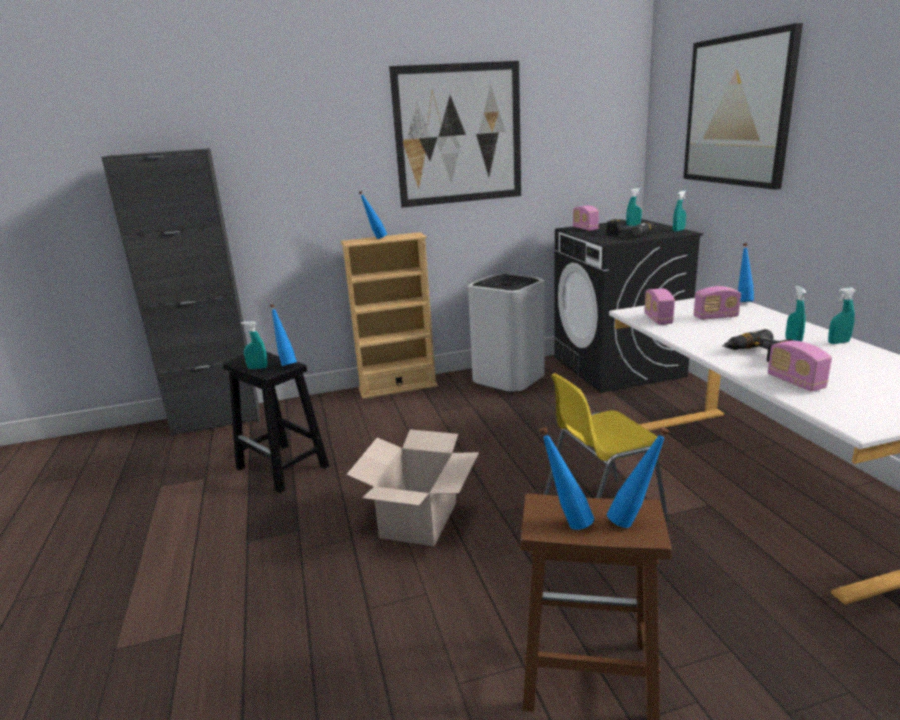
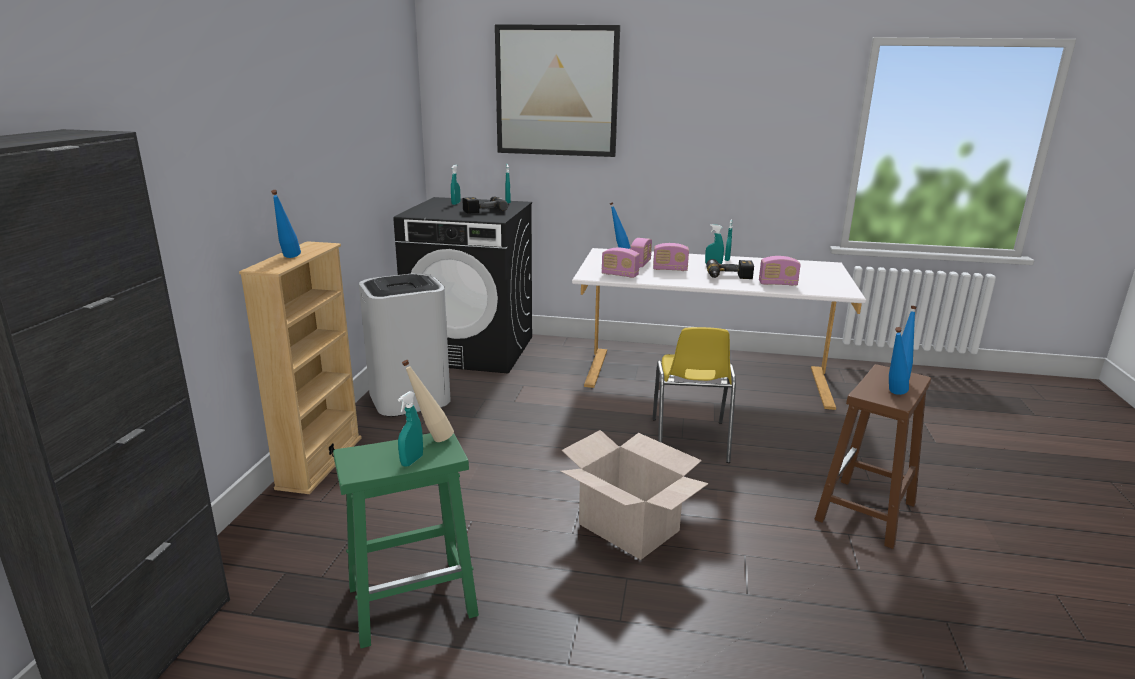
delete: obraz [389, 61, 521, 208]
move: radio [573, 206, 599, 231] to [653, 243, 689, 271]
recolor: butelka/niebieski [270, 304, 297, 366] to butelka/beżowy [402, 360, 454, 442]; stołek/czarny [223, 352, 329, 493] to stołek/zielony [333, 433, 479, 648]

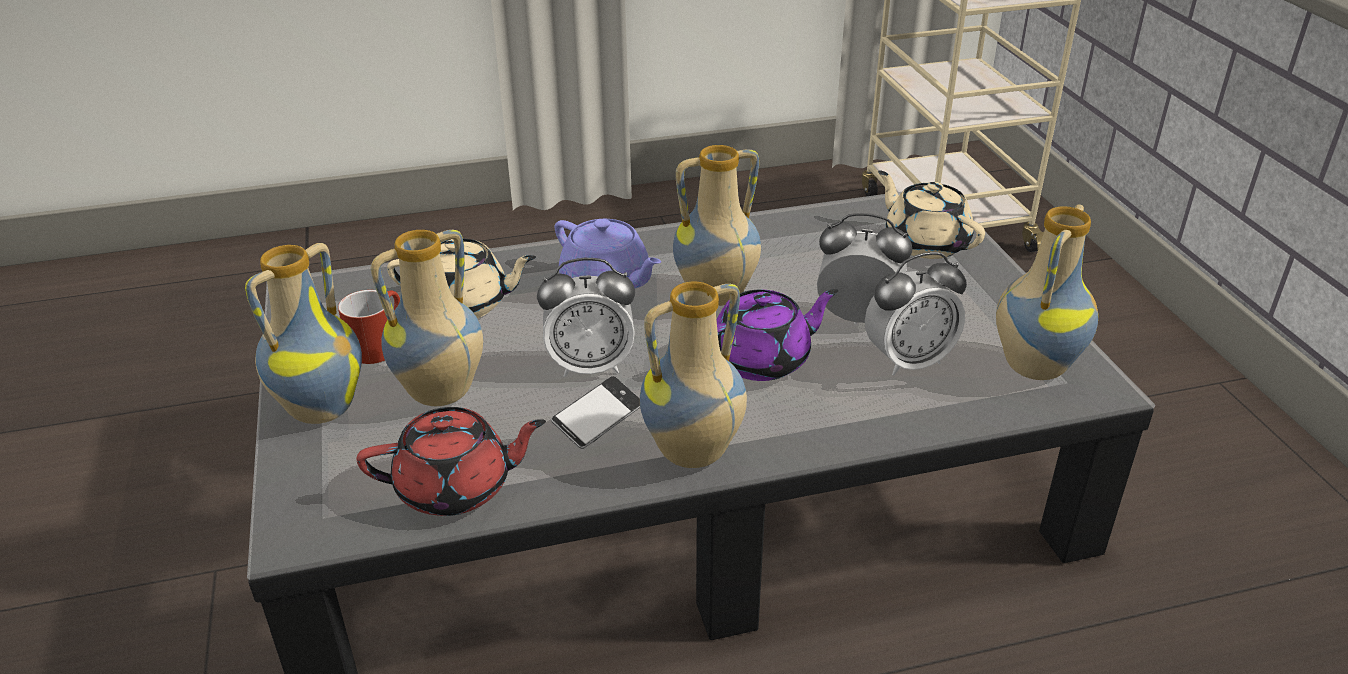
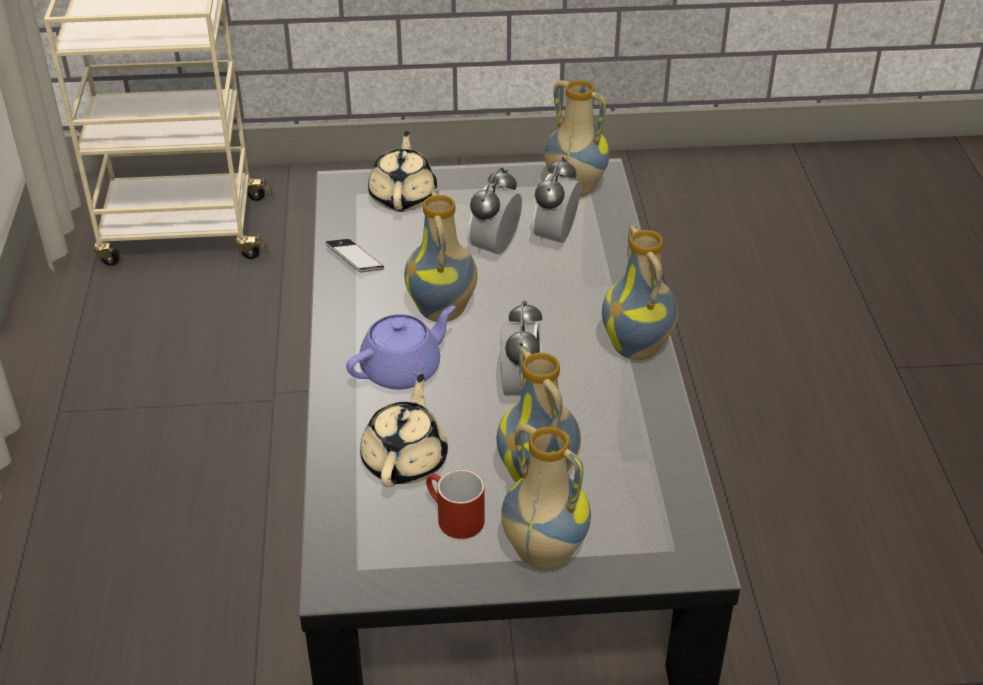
delete: imbryk/fioletowy [716, 289, 839, 381]; imbryk/czerwony [357, 407, 546, 516]
move: telefon [551, 376, 640, 449] to [325, 239, 384, 272]
rotate: imbryk/beżowy [878, 170, 985, 259] = [368, 131, 437, 212] 120 degrees clockwise; budzik [865, 252, 967, 376] = [532, 157, 581, 246] 150 degrees counterclockwise

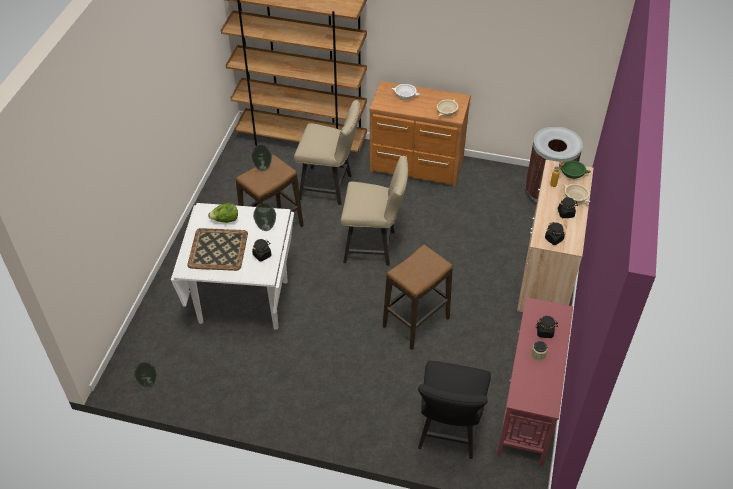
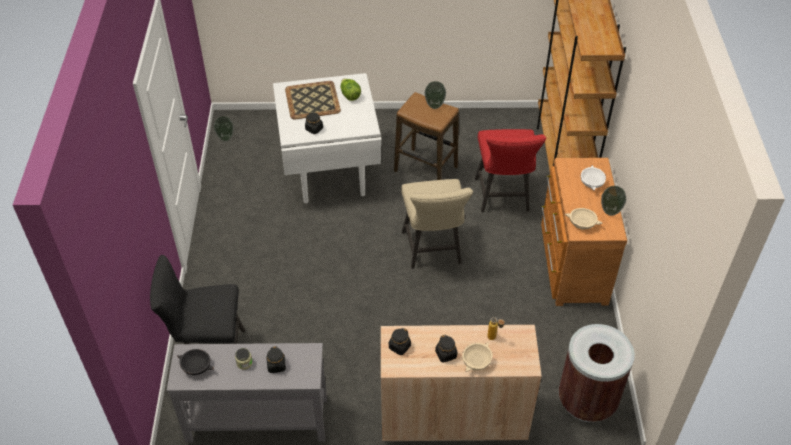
delete: miska/zielony [560, 161, 591, 179]; stołek [383, 245, 453, 350]
insert: miska/czarny [177, 349, 214, 375]
move: wazon [253, 203, 276, 231] to [601, 186, 626, 216]
recolor: krzesło/beżowy [294, 100, 360, 205] to krzesło/czerwony [475, 129, 546, 212]; stolik konsolowy/czerwony [497, 297, 573, 467] to stolik konsolowy/szary [167, 343, 327, 443]

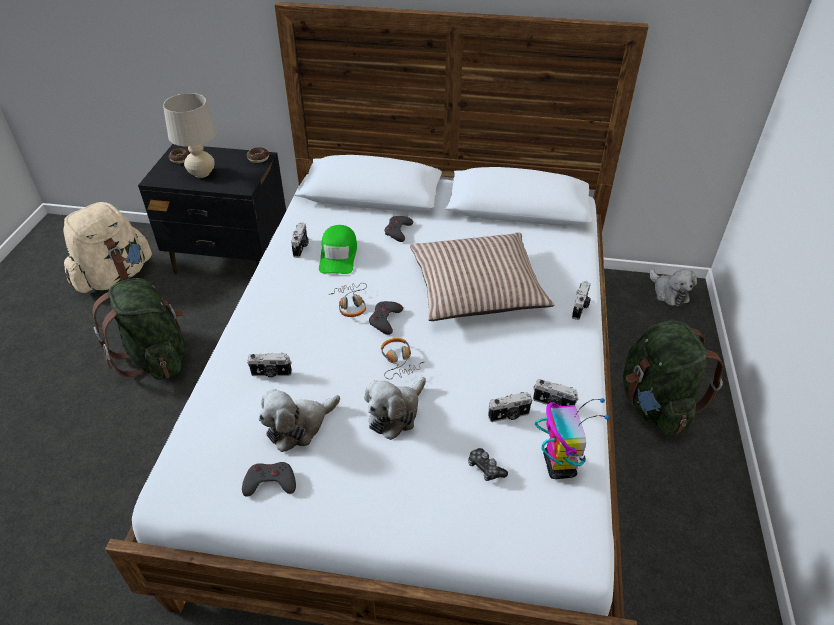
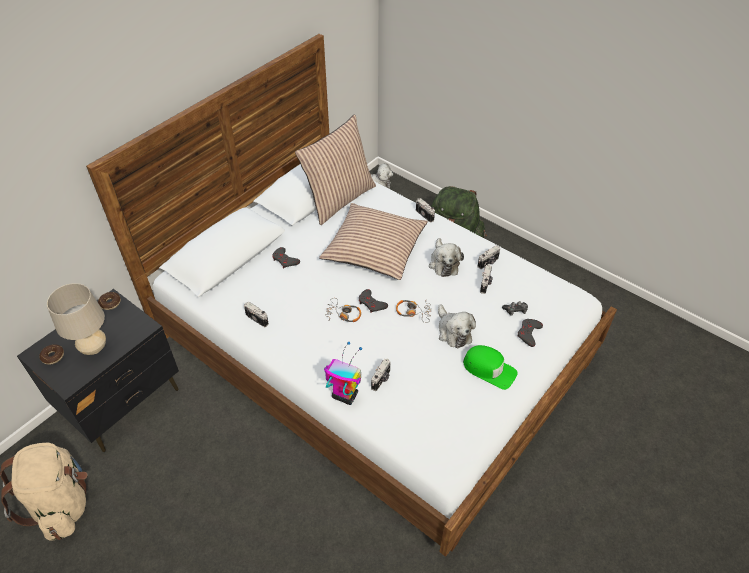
delete: plecak/zielony [93, 278, 185, 380]
insert: poduszka [295, 114, 376, 225]
move: czapka z daszkiem/zielony [319, 225, 357, 274] to [463, 345, 518, 390]; pluszak [258, 389, 340, 452] to [429, 238, 464, 277]; robot zabawkowy [535, 398, 610, 479] to [324, 342, 362, 405]; pad do gier/szary [242, 462, 296, 497] to [517, 319, 543, 347]

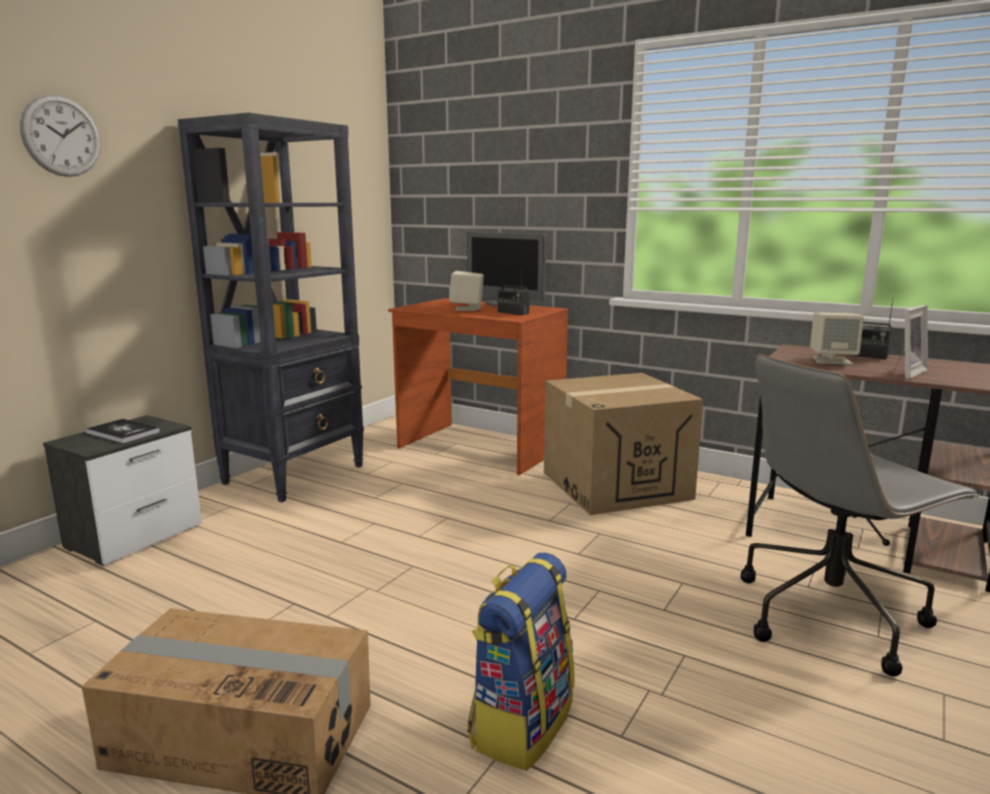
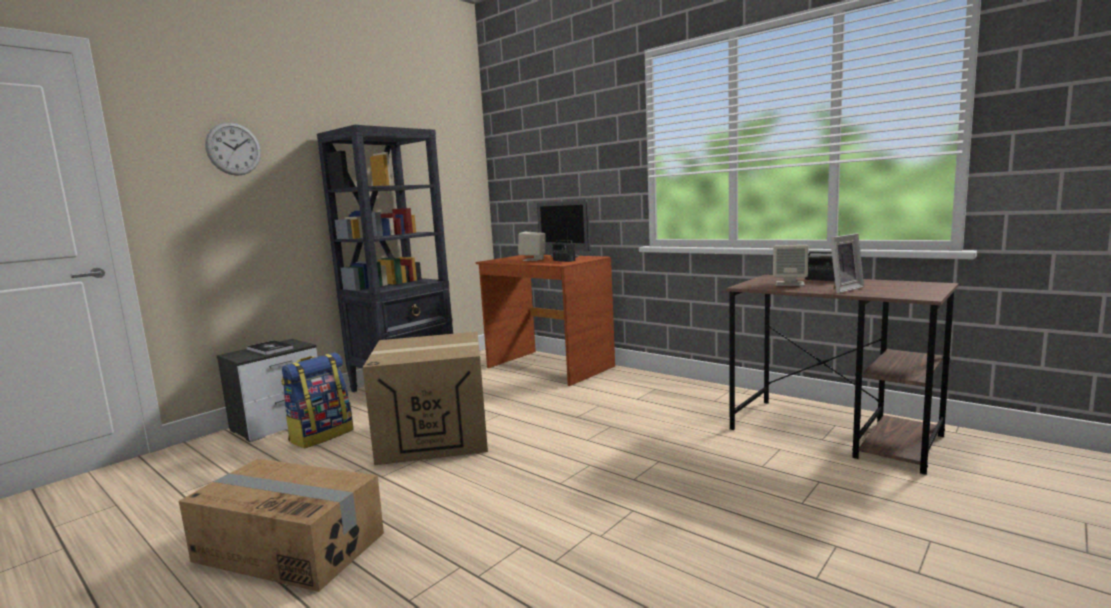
delete: krzesło biurowe/szary [741, 354, 980, 676]
move: karton [544, 373, 703, 515] to [363, 332, 488, 465]; plecak [467, 553, 575, 771] to [281, 353, 353, 448]

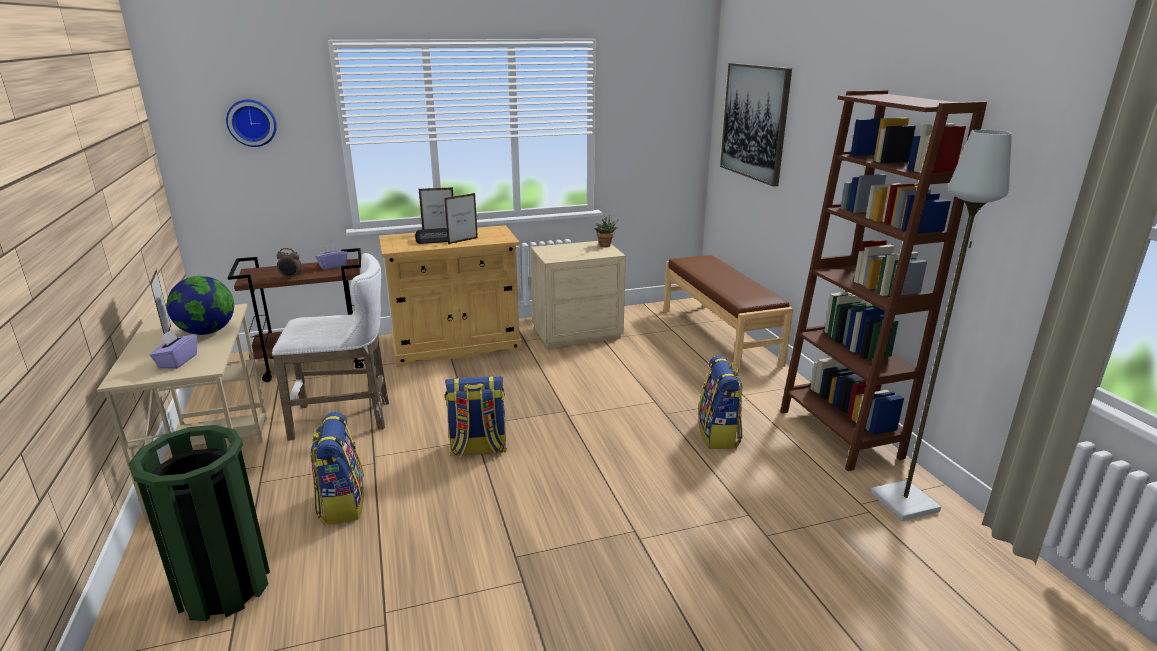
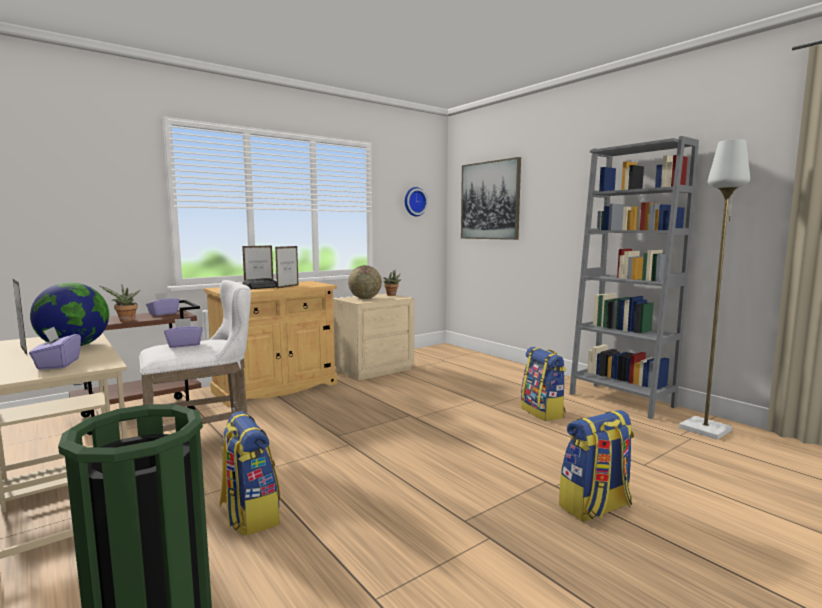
delete: ławka/brązowy [664, 255, 793, 374]
insert: globus [348, 265, 382, 299]; pudełko chusteczek/fioletowy [164, 318, 203, 348]
move: zegar ścienny [226, 100, 277, 147] to [405, 187, 428, 216]; plecak [445, 376, 507, 456] to [559, 410, 634, 522]
replace: budzik [277, 248, 302, 279] to roślina doniczkowa [100, 284, 140, 322]
recolor: regał/brązowy [780, 90, 987, 471] to regał/szary [569, 136, 699, 419]

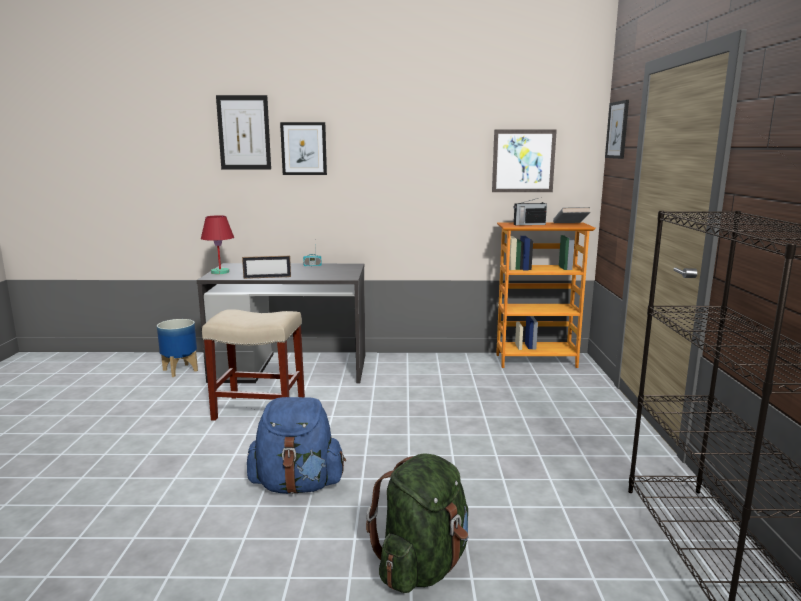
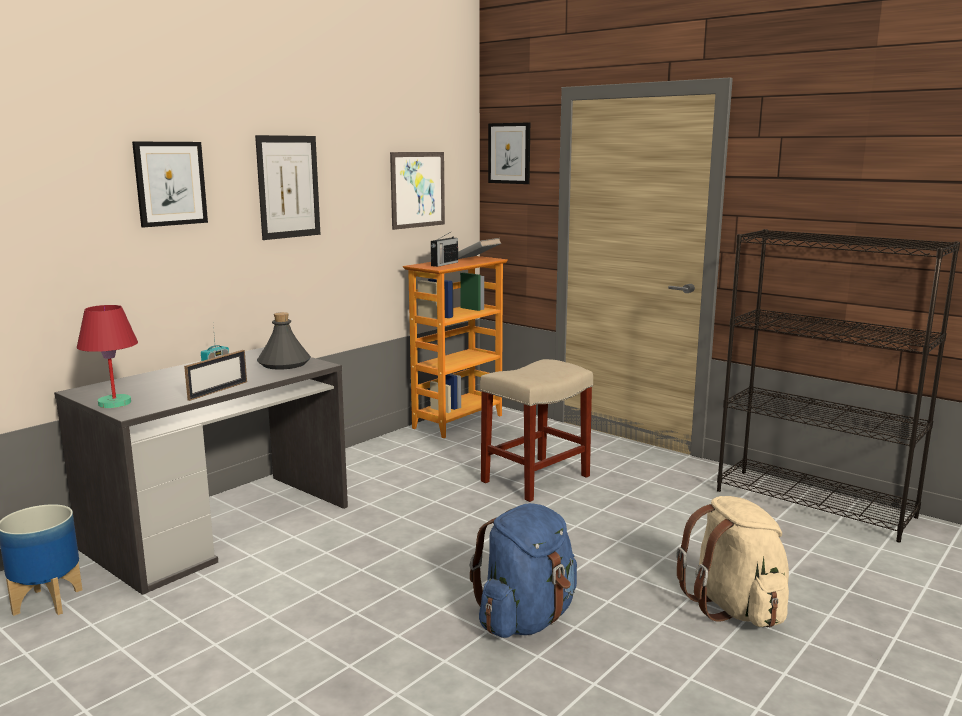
insert: butelka/szary [257, 312, 311, 370]
move: obraz [216, 95, 271, 169] to [255, 135, 320, 240]; stołek/beżowy [202, 309, 305, 421] to [480, 359, 593, 502]
recolor: plecak/zielony [366, 453, 469, 593] to plecak/beżowy [676, 496, 789, 627]

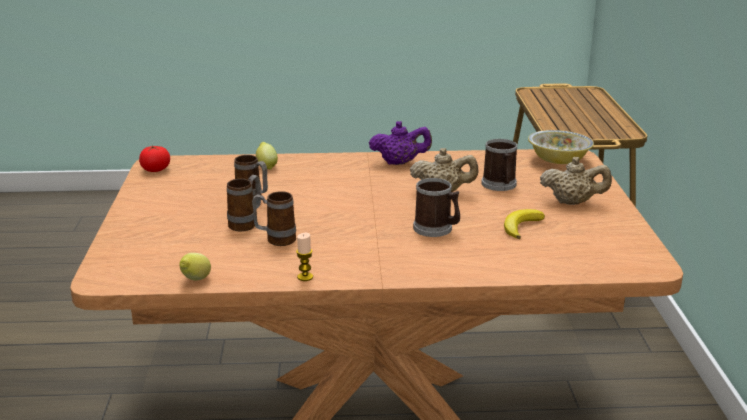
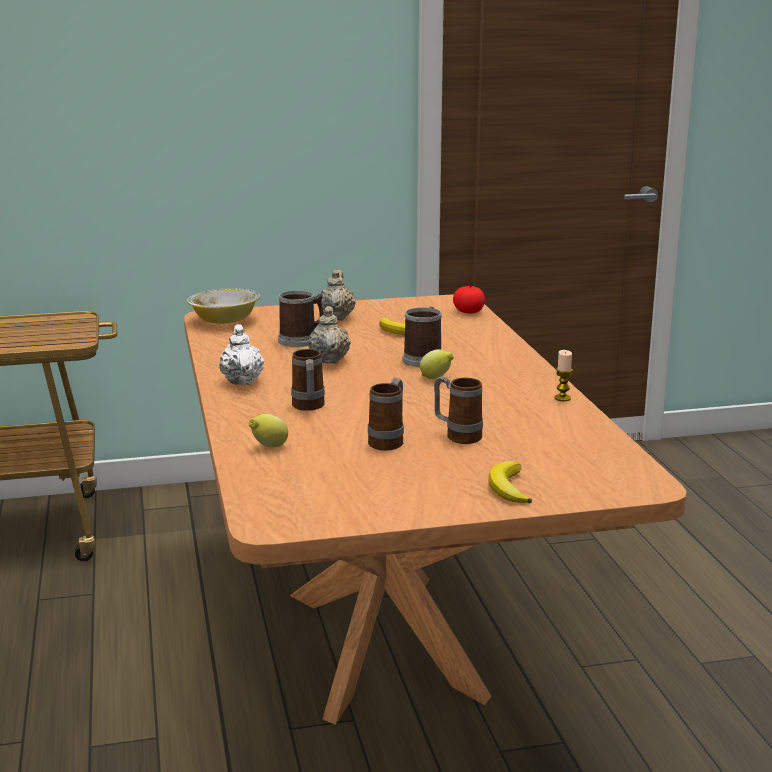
insert: banan [488, 461, 532, 504]
move: pomidor [139, 145, 170, 172] to [453, 286, 485, 314]; kubek [252, 191, 296, 246] to [291, 349, 325, 411]; cytryna [180, 253, 211, 281] to [420, 349, 454, 379]
recolor: imbryk/fioletowy [369, 121, 432, 165] to imbryk/biały [219, 324, 264, 385]

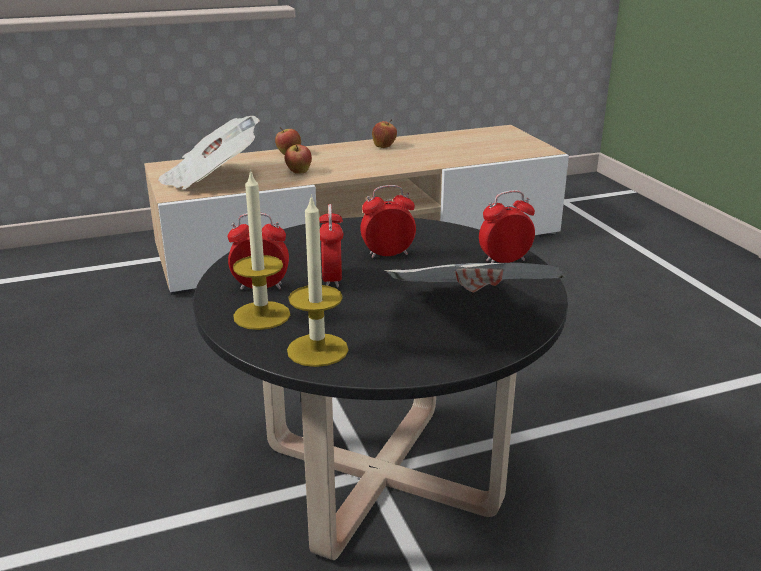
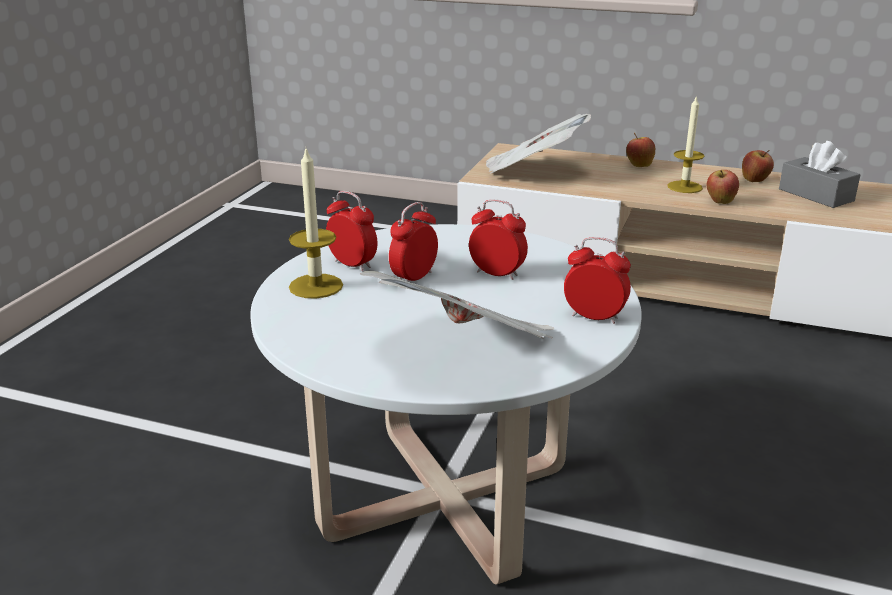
insert: pudełko chusteczek/szary [779, 141, 860, 208]
move: jabłko [285, 144, 312, 174] to [707, 170, 739, 204]; świeca [287, 194, 348, 367] to [667, 95, 704, 193]
recolor: ława/czarny [193, 217, 568, 560] to ława/biały [250, 224, 642, 585]

